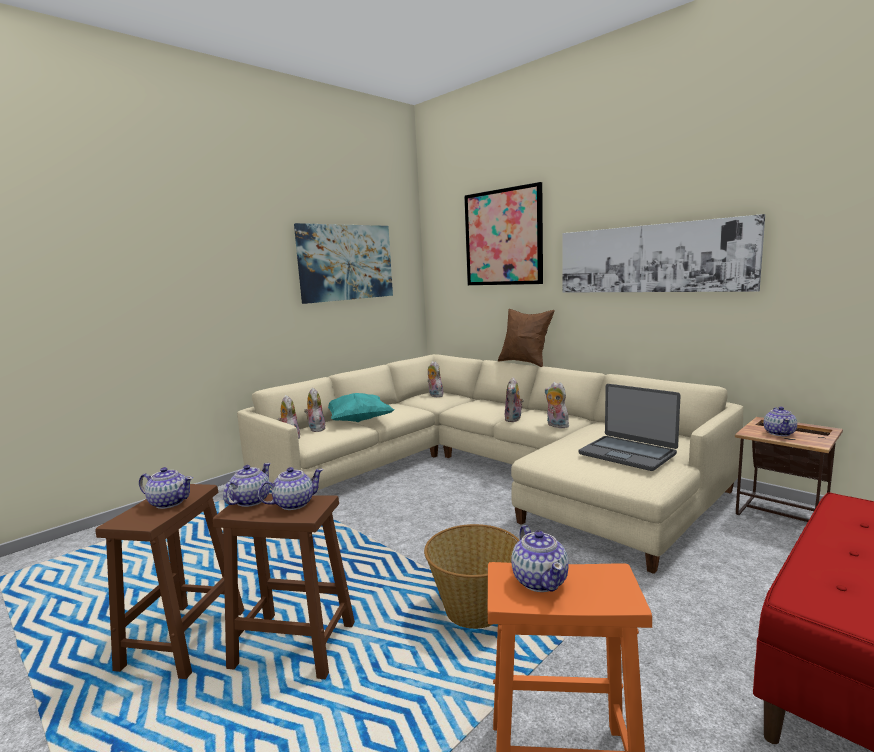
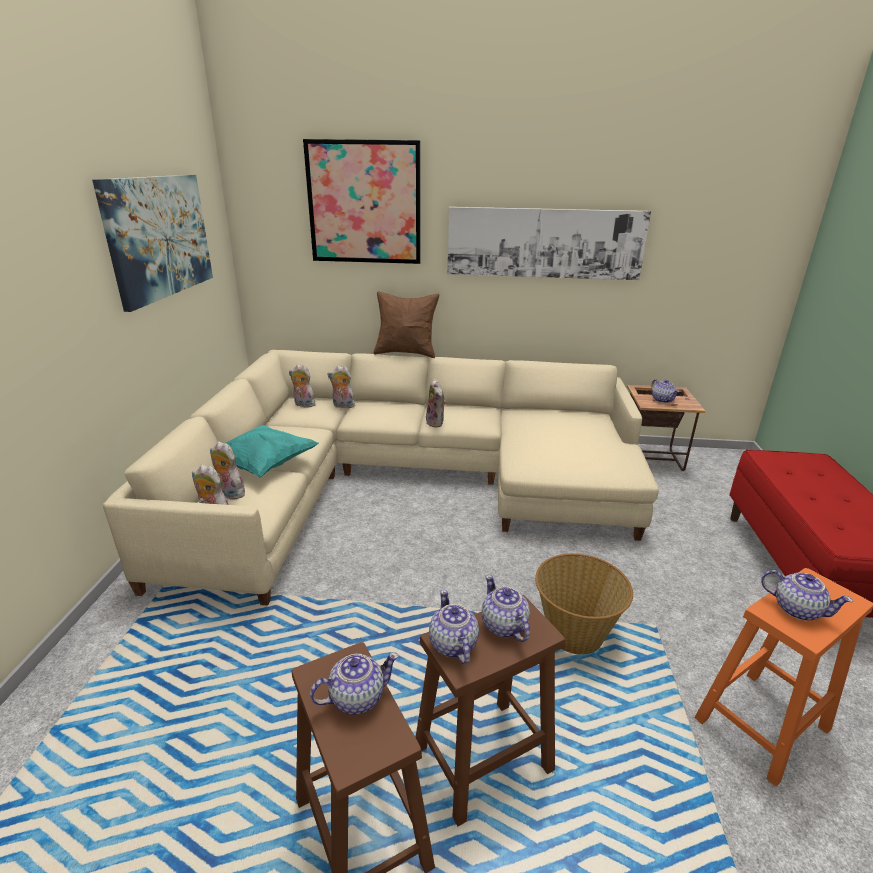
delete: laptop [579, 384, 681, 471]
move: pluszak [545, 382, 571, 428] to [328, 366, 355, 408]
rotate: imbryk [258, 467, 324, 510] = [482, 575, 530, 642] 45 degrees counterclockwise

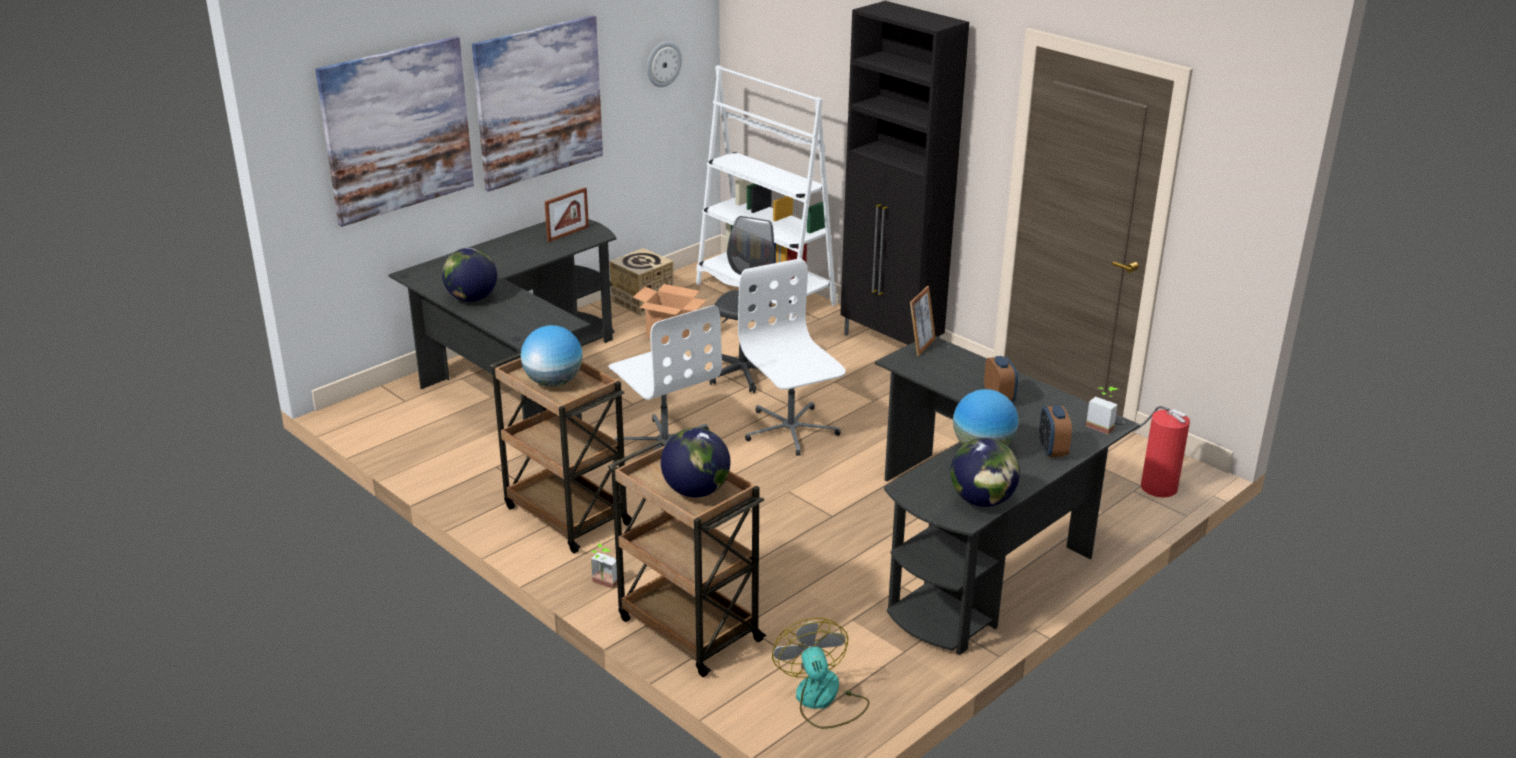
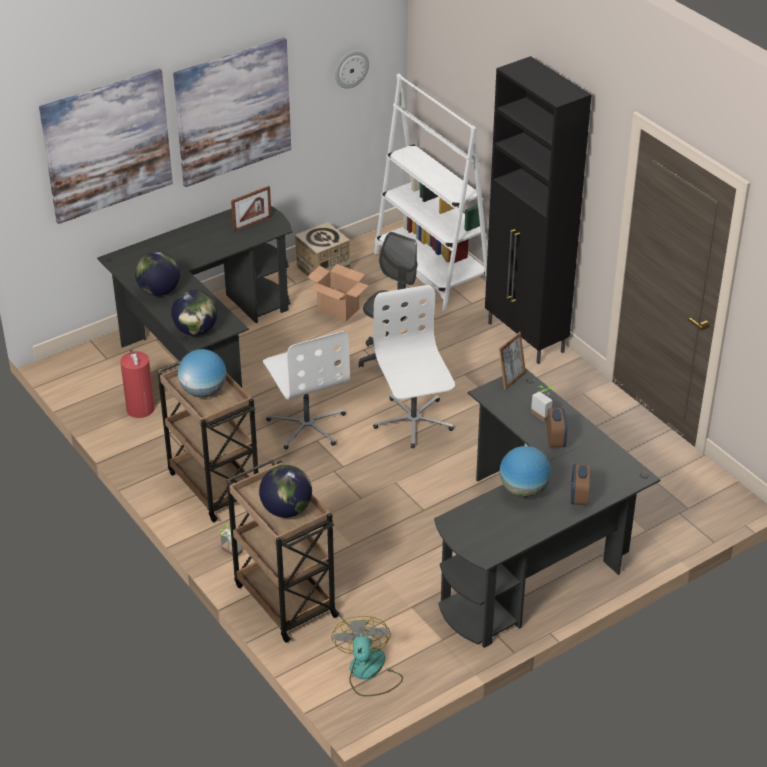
move: roślina doniczkowa [1086, 387, 1118, 434] to [531, 386, 554, 422]; gaśnica [1134, 406, 1190, 497] to [120, 349, 155, 418]; globus [950, 438, 1020, 507] to [171, 290, 217, 336]

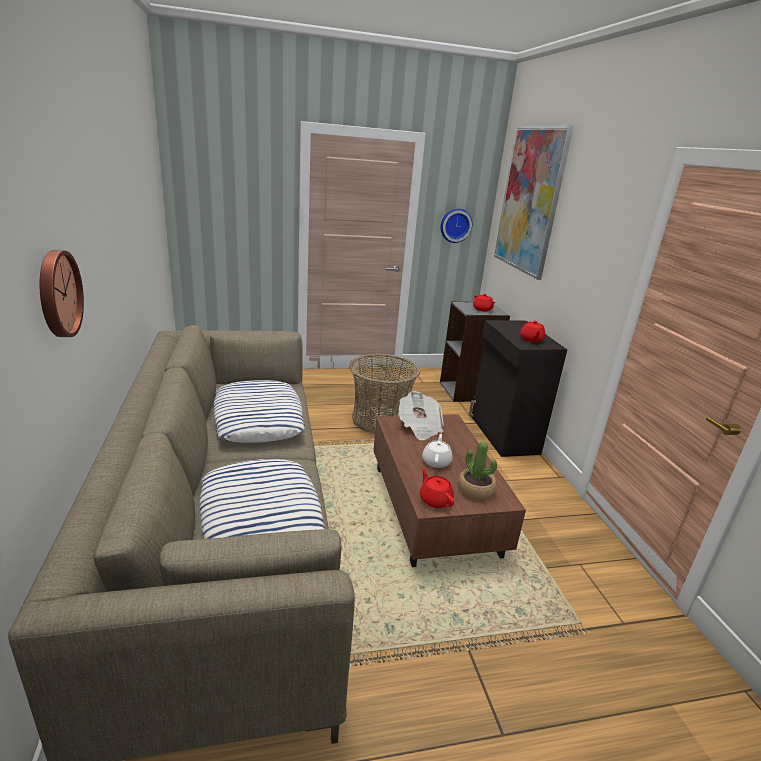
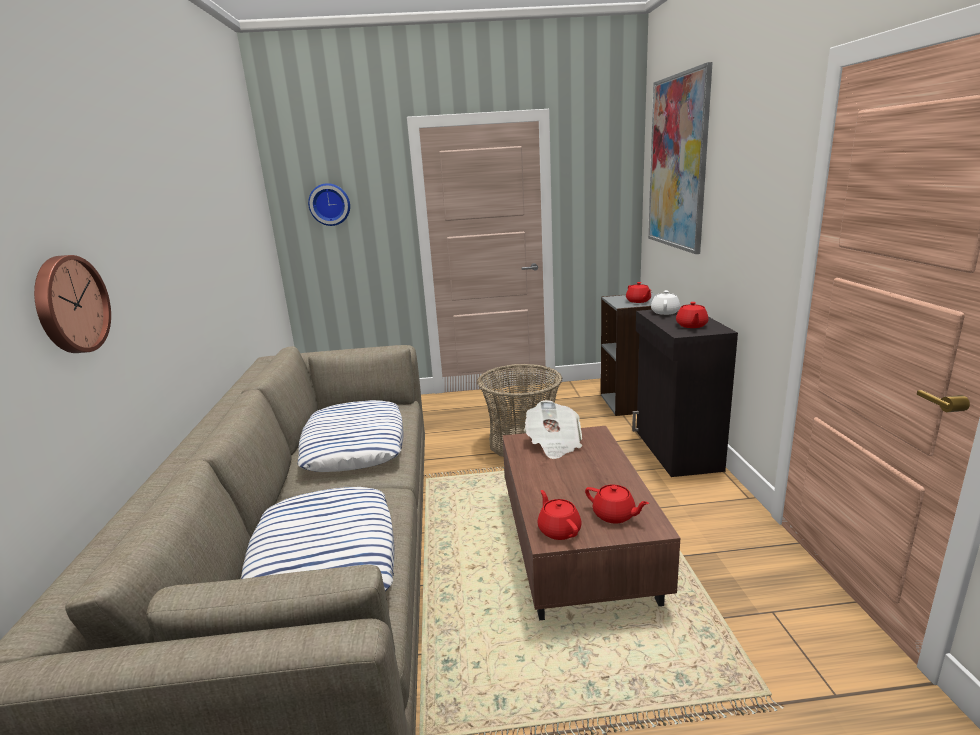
move: zegar ścienny [441, 209, 472, 243] to [308, 183, 350, 226]; imbryk/biały [422, 434, 453, 468] to [651, 290, 680, 315]
replace: roślina doniczkowa [458, 441, 497, 500] to imbryk/czerwony [585, 484, 649, 524]

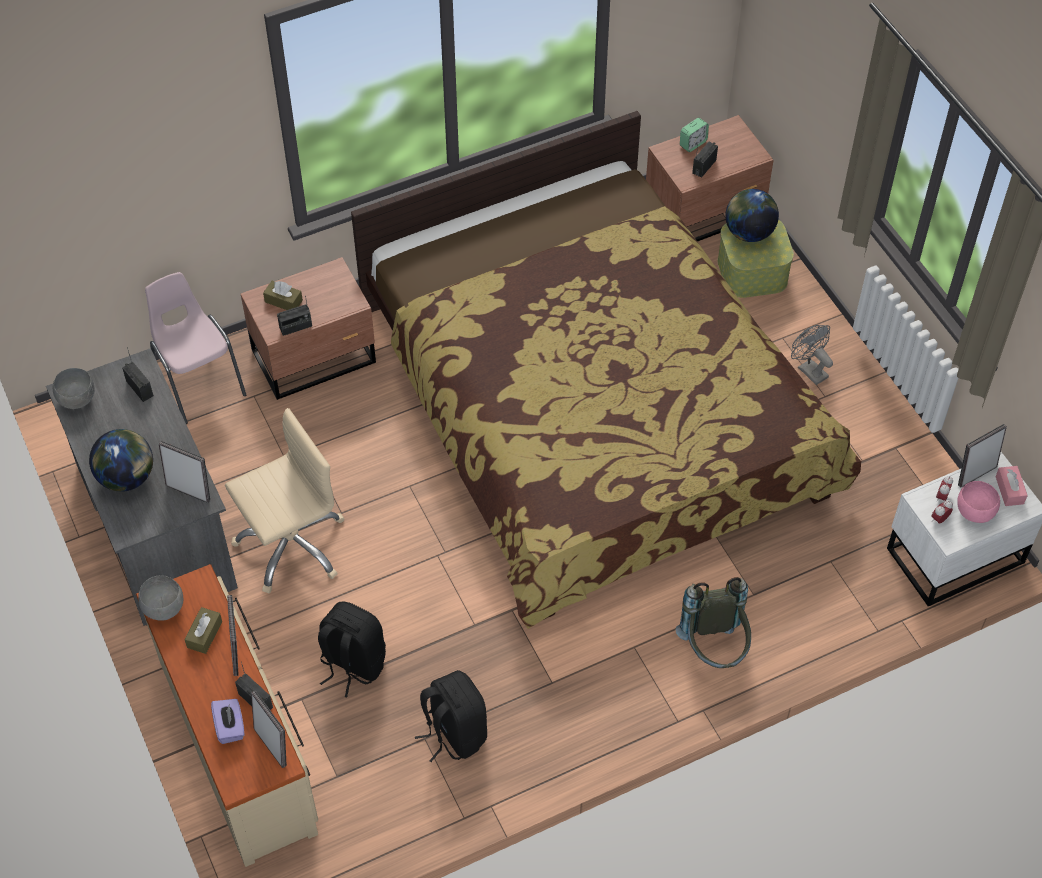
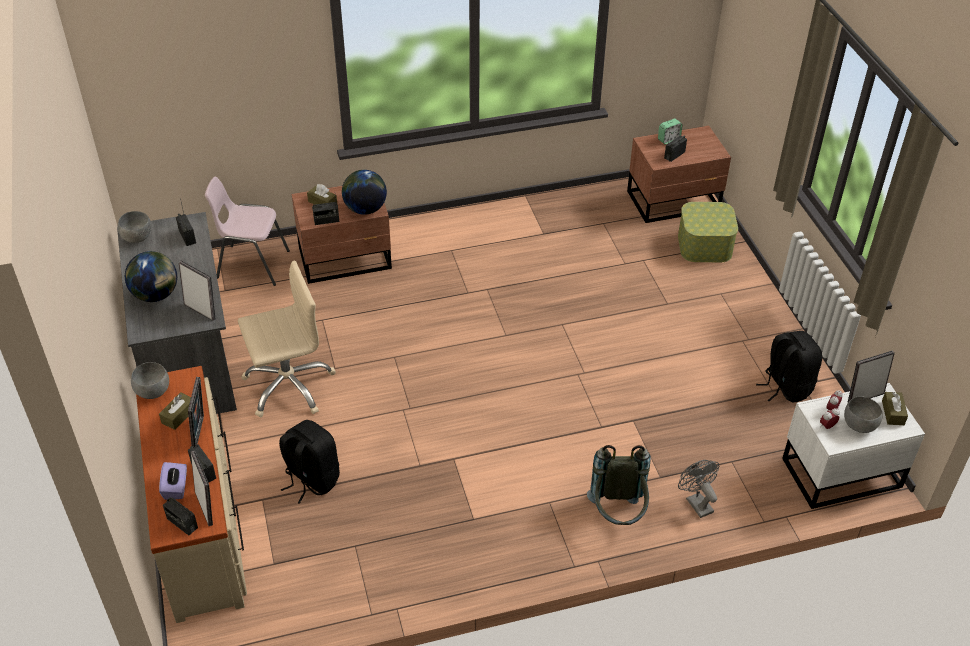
delete: łóżko [351, 111, 861, 629]
insert: radio [163, 497, 198, 536]
move: globus [725, 189, 779, 242] to [342, 170, 387, 215]; wentylator/szary [791, 325, 833, 385] to [678, 460, 719, 518]; plecak/czarny [415, 670, 487, 762] to [756, 331, 822, 403]
recolor: pudełko chusteczek/różowy [995, 466, 1028, 506] to pudełko chusteczek/brązowy [882, 392, 908, 425]; miska/różowy [957, 481, 1000, 523] to miska/szary [844, 396, 883, 433]
rotate: krzesło/różowy [145, 272, 246, 424] = [205, 177, 290, 286] 60 degrees counterclockwise

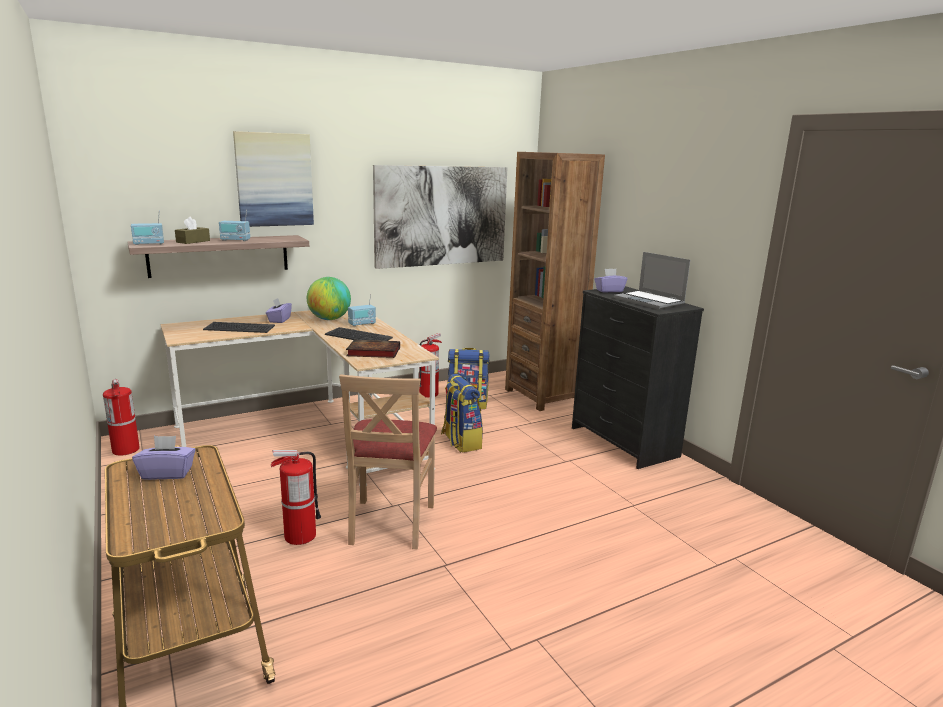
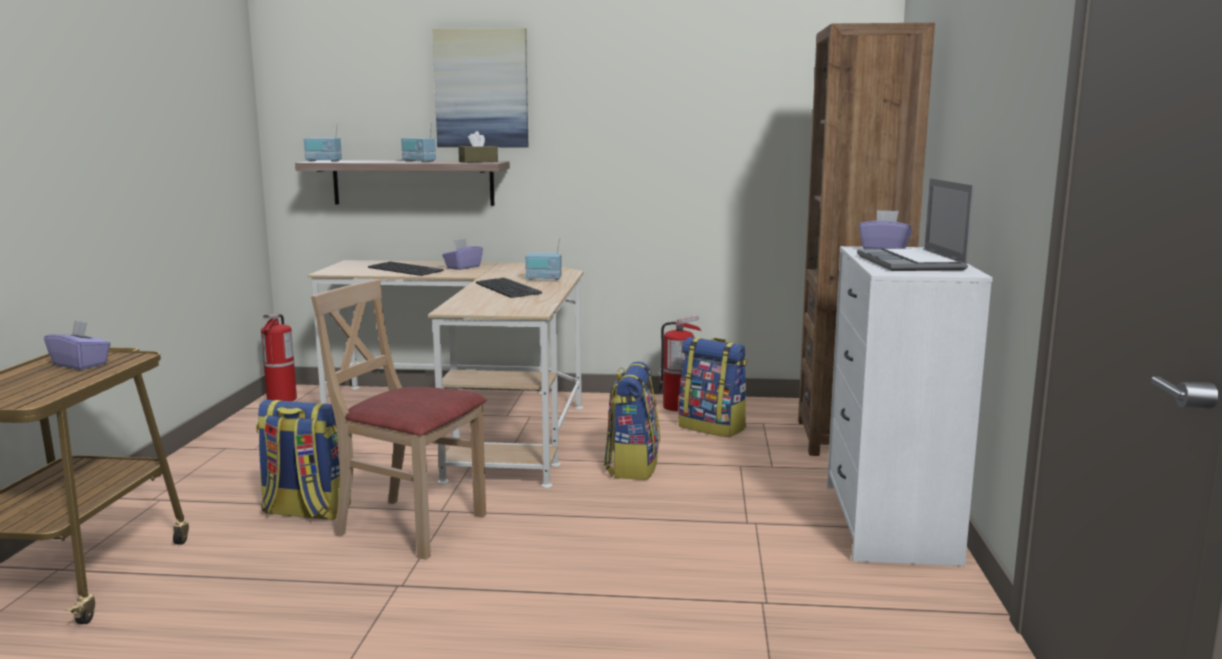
delete: obraz [373, 165, 507, 269]; globus [307, 277, 351, 320]; książka [346, 340, 400, 358]
move: pudełko chusteczek/brązowy [175, 217, 210, 244] to [458, 131, 498, 163]
replace: gaśnica [271, 450, 321, 545] to plecak [256, 400, 351, 520]
recolor: komoda/czarny [572, 286, 704, 469] to komoda/biały [827, 246, 993, 566]
rotate: krzesło/beżowy [339, 374, 437, 550] = [311, 279, 486, 560] 75 degrees clockwise

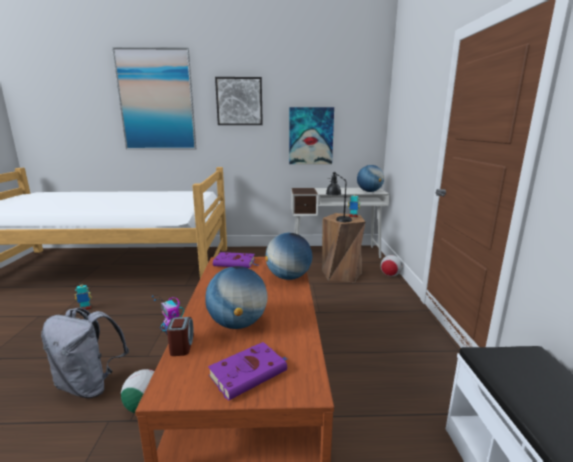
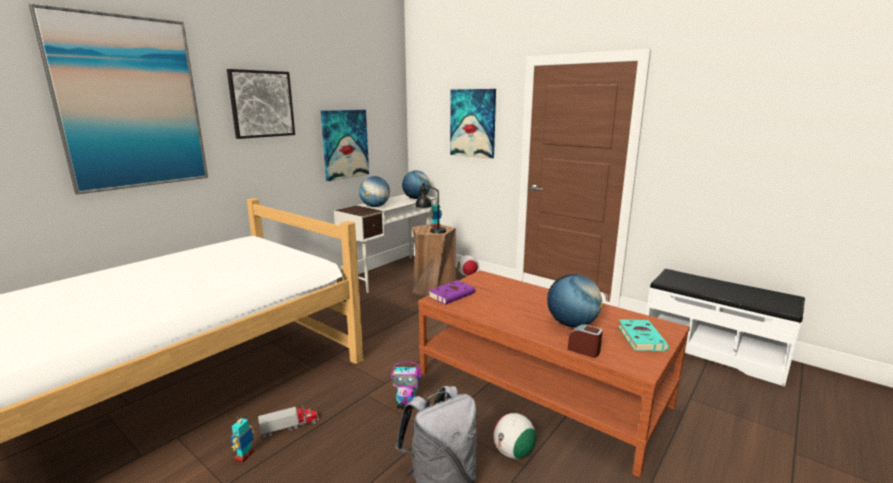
insert: obraz [450, 89, 496, 159]; ciężarówka zabawkowa [258, 405, 319, 438]
move: globus [265, 233, 312, 280] to [359, 176, 390, 207]
recolor: książka/fioletowy [208, 342, 287, 401] to książka/turkusowy [618, 319, 669, 352]

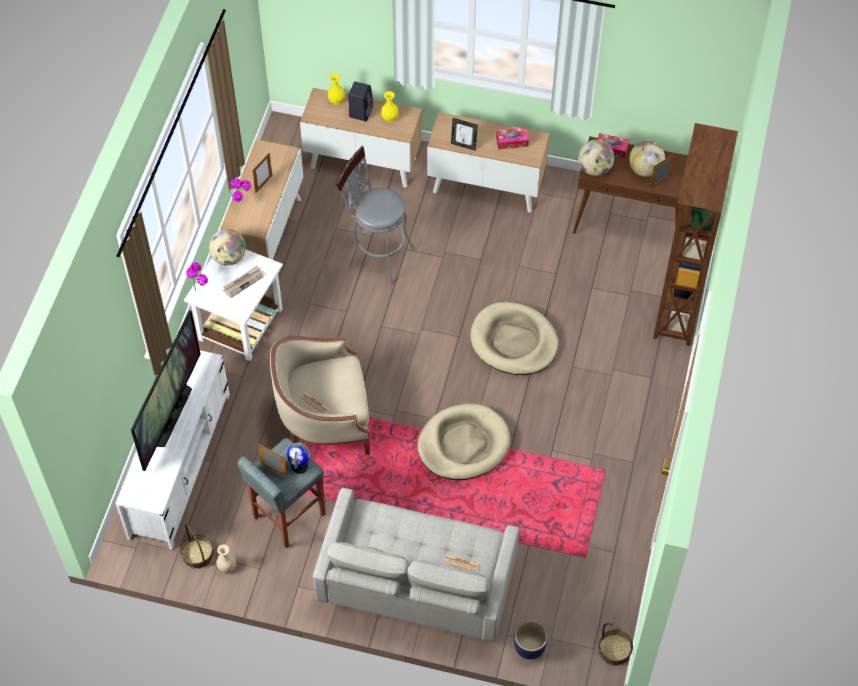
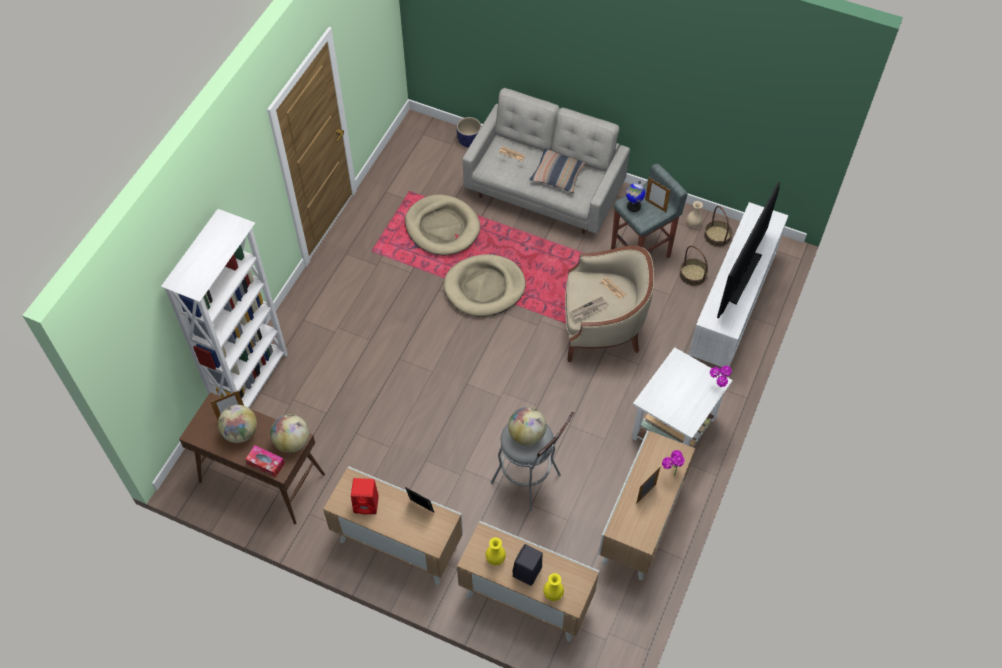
insert: poduszka [529, 149, 586, 193]
move: globus [209, 229, 246, 266] to [508, 407, 546, 445]; gazeta [223, 266, 264, 298] to [569, 296, 609, 321]; legowisko/beżowy [470, 302, 559, 375] to [405, 194, 480, 255]; koszyk [598, 623, 633, 666] to [679, 245, 708, 286]
replace: pudełko chusteczek [496, 128, 529, 149] to głośnik/czerwony [351, 478, 379, 514]
recolor: regał/brązowy [653, 123, 738, 346] to regał/biały [161, 209, 288, 408]

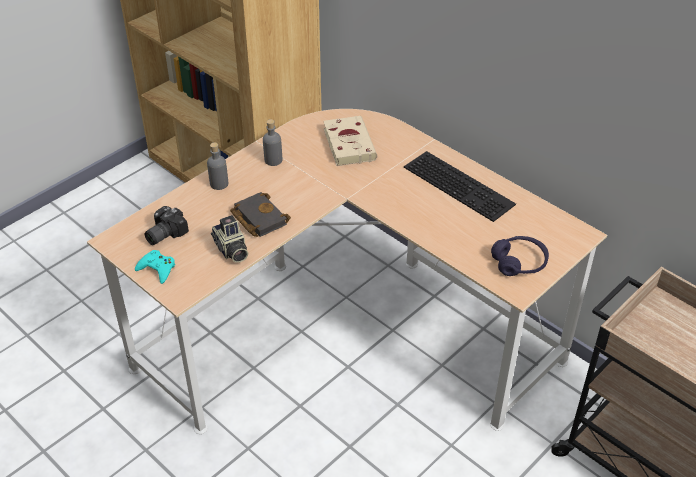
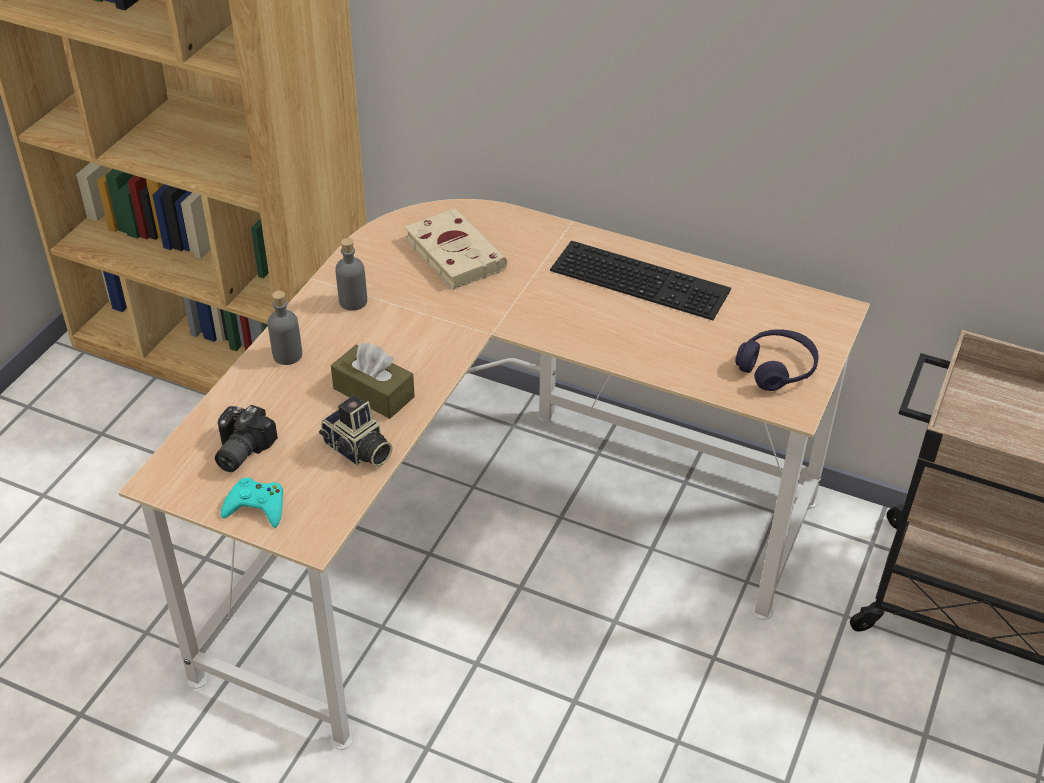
replace: książka/czarny [230, 192, 291, 237] to pudełko chusteczek/brązowy [331, 343, 415, 419]

